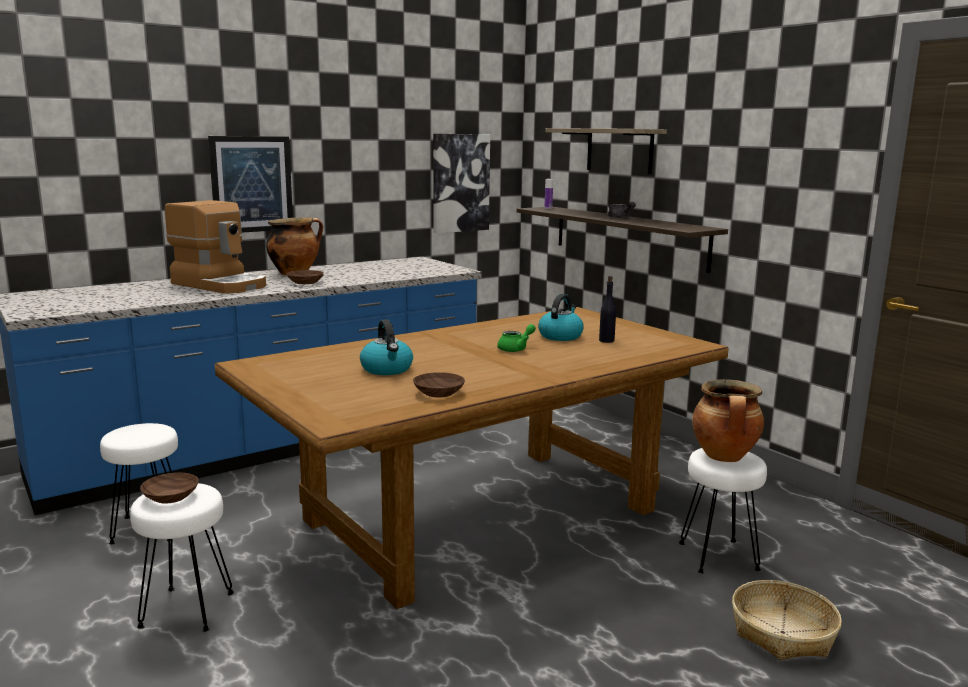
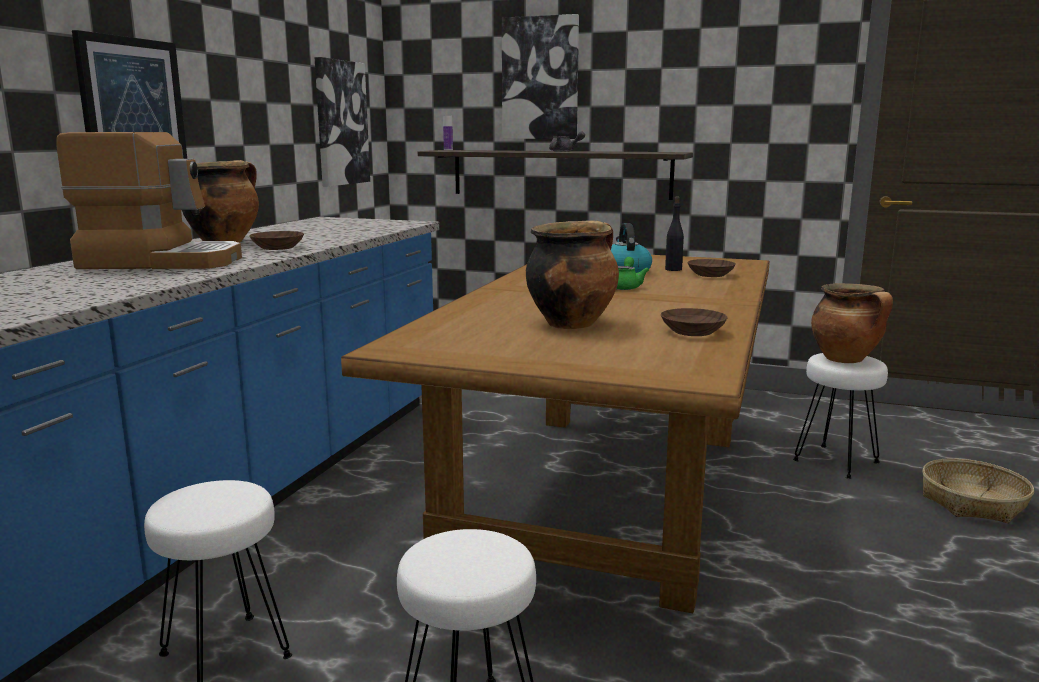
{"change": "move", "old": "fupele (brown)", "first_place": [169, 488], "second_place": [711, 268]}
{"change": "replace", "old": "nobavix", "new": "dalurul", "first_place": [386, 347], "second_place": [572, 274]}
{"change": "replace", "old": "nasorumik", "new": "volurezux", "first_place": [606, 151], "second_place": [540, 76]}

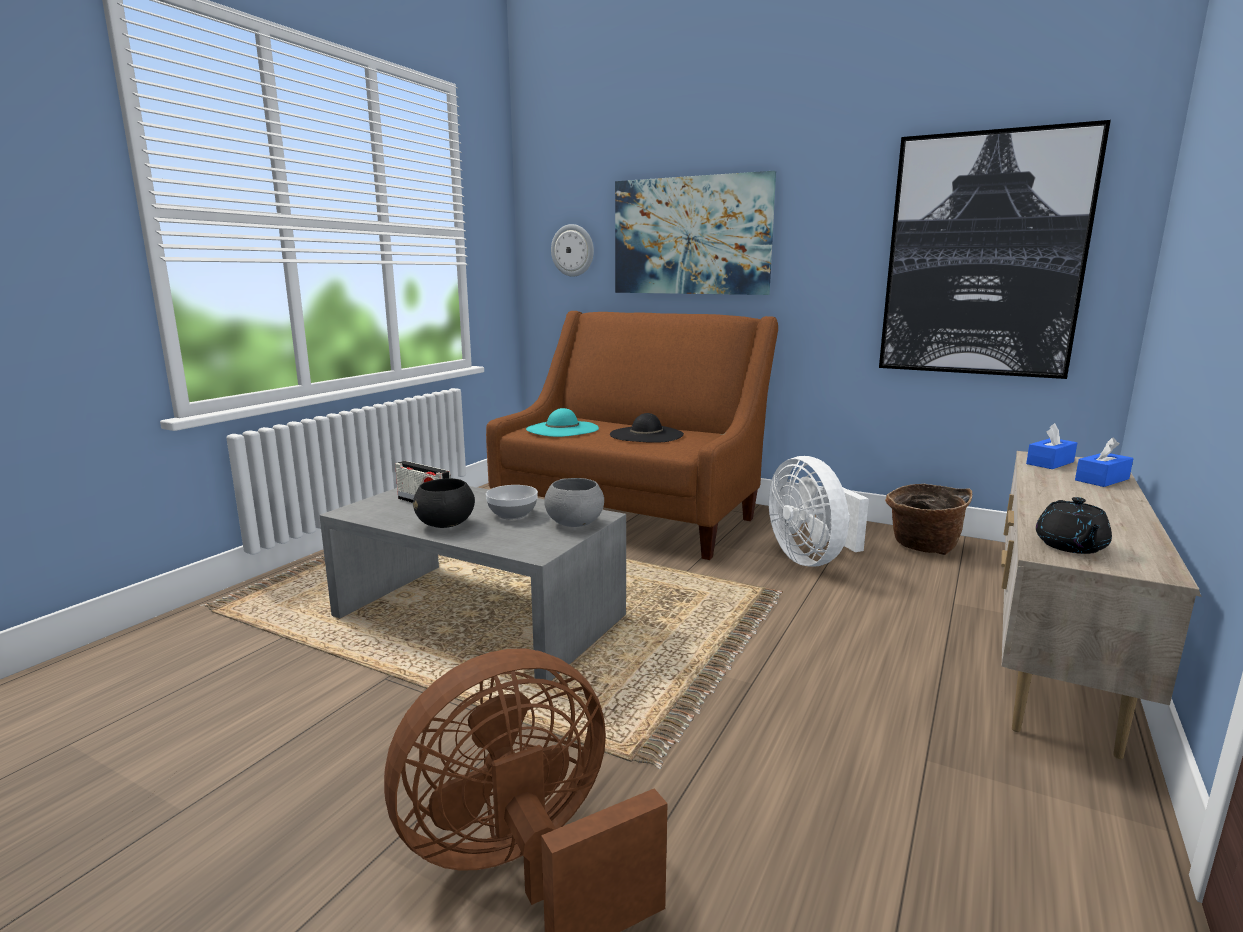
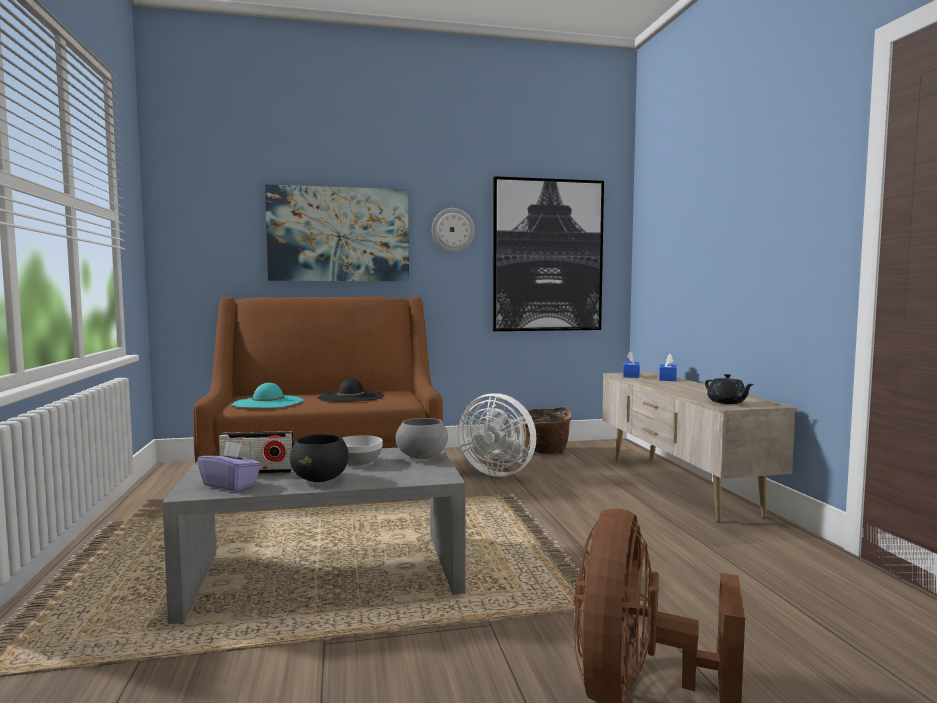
{"change": "insert", "new": "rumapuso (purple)", "second_place": [229, 466]}
{"change": "move", "old": "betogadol", "first_place": [572, 250], "second_place": [453, 230]}

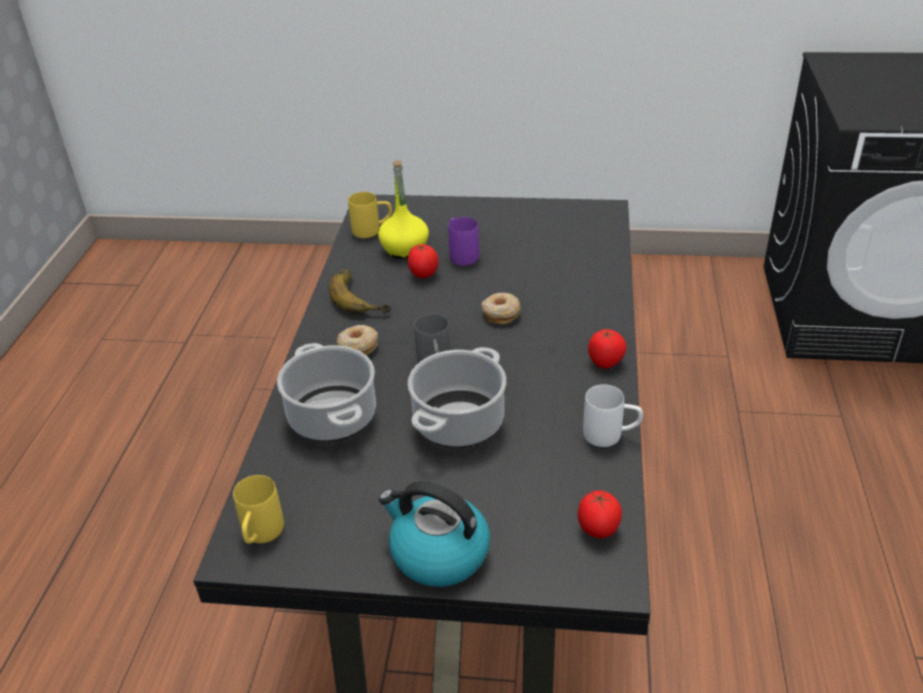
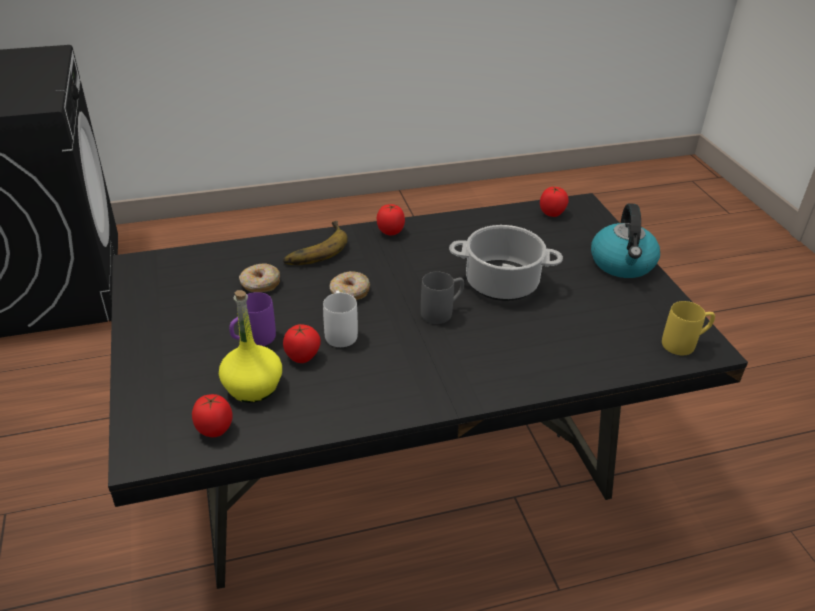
{"change": "delete", "old": "dalurul", "first_place": [326, 392]}
{"change": "move", "old": "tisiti", "first_place": [360, 292], "second_place": [315, 243]}
{"change": "move", "old": "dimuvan", "first_place": [357, 340], "second_place": [259, 277]}
{"change": "move", "old": "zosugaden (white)", "first_place": [613, 415], "second_place": [340, 319]}
{"change": "replace", "old": "zosugaden (yellow)", "new": "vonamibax", "first_place": [370, 215], "second_place": [212, 415]}

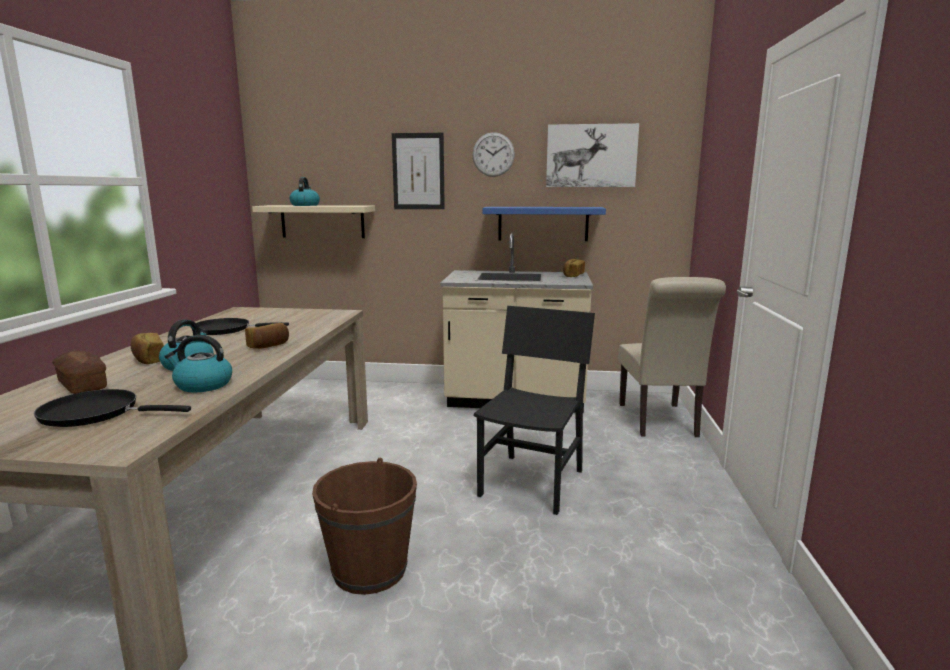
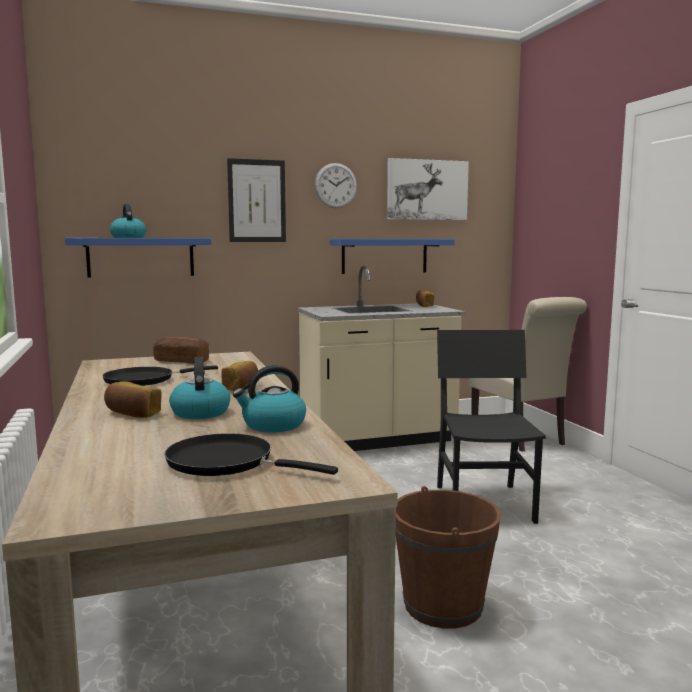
{"change": "move", "old": "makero", "first_place": [79, 372], "second_place": [181, 350]}
{"change": "recolor", "old": "nasorumik (beige)", "new": "nasorumik (blue)", "first_place": [313, 221], "second_place": [138, 257]}
{"change": "rotate", "old": "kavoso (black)", "first_place": [112, 408], "second_place": [251, 454], "degrees": 45}

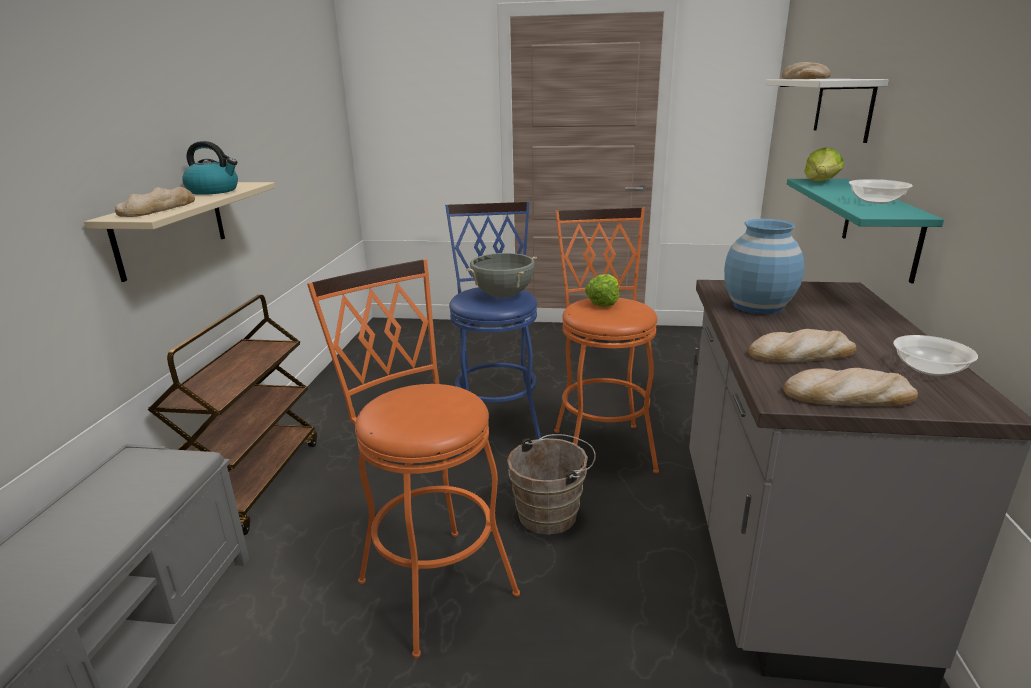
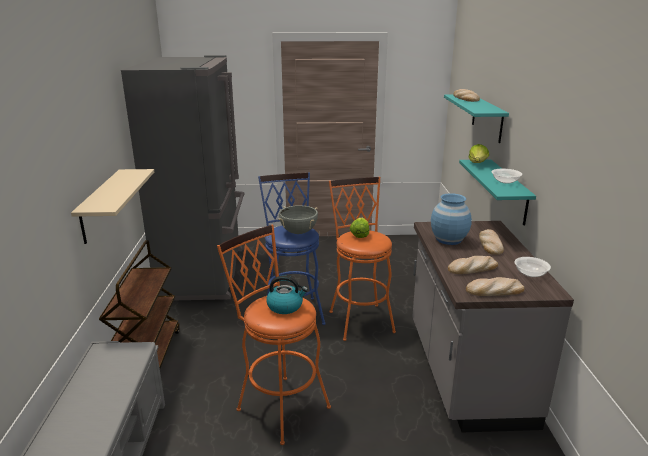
{"change": "delete", "old": "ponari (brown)", "first_place": [551, 484]}
{"change": "insert", "new": "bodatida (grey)", "second_place": [183, 177]}
{"change": "move", "old": "makero", "first_place": [155, 202], "second_place": [491, 242]}
{"change": "move", "old": "nobavix", "first_place": [210, 168], "second_place": [287, 295]}
{"change": "recolor", "old": "nasorumik (white)", "new": "nasorumik (turquoise)", "first_place": [827, 111], "second_place": [476, 119]}

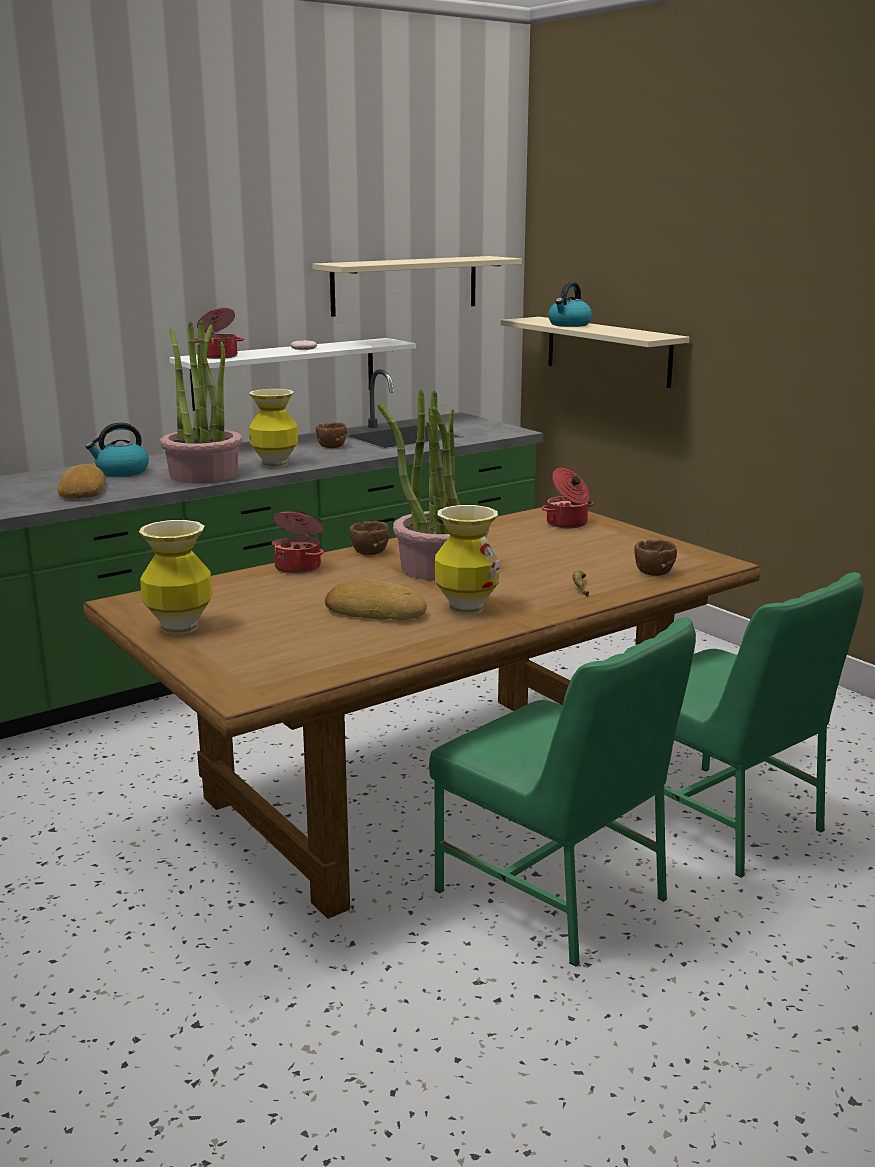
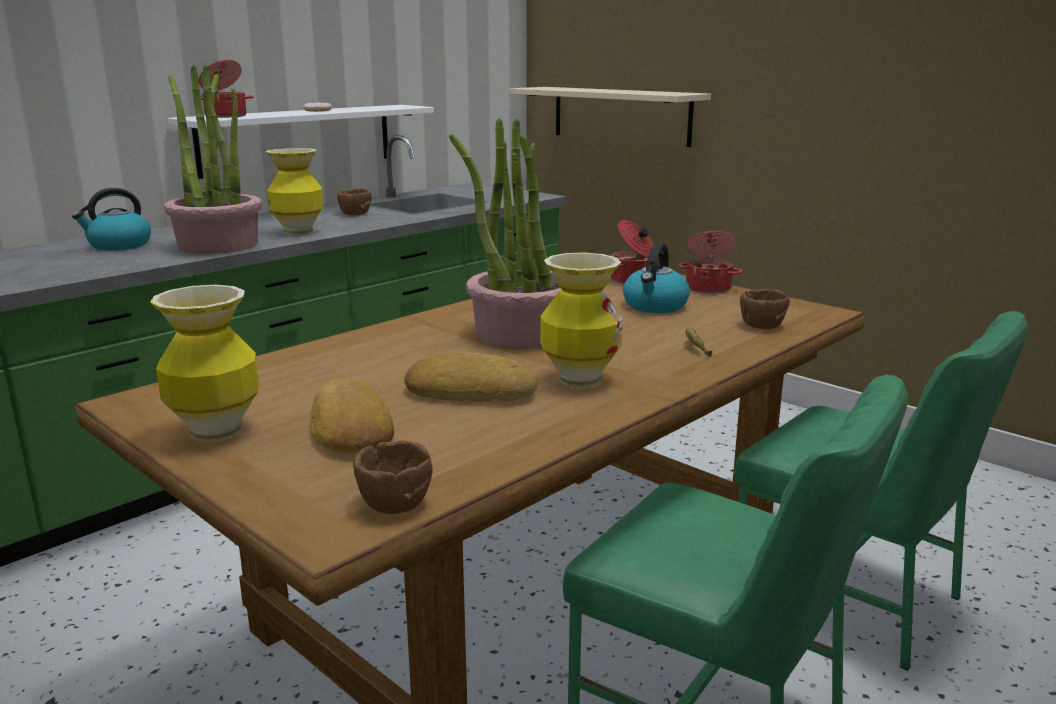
{"change": "delete", "old": "nasorumik (beige)", "first_place": [417, 286]}
{"change": "move", "old": "makero", "first_place": [81, 481], "second_place": [352, 415]}
{"change": "move", "old": "dalurul", "first_place": [298, 542], "second_place": [710, 262]}
{"change": "move", "old": "fupele (brown)", "first_place": [369, 538], "second_place": [393, 477]}
{"change": "move", "old": "nobavix", "first_place": [570, 304], "second_place": [656, 278]}

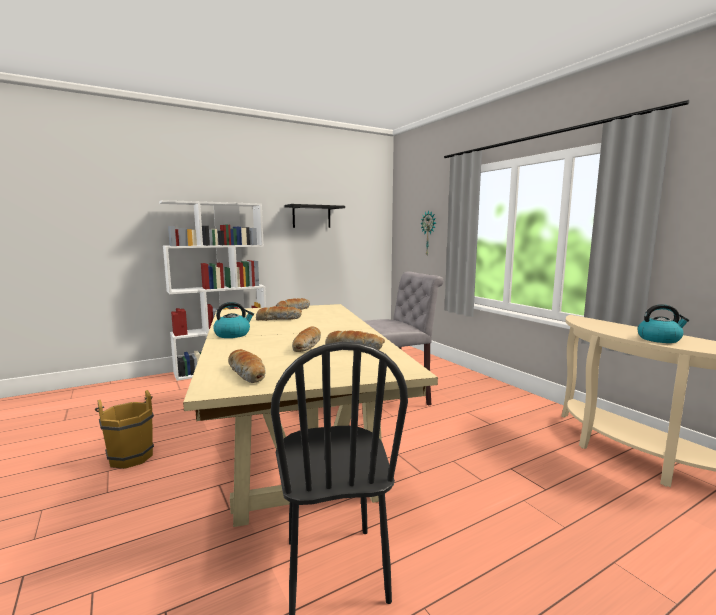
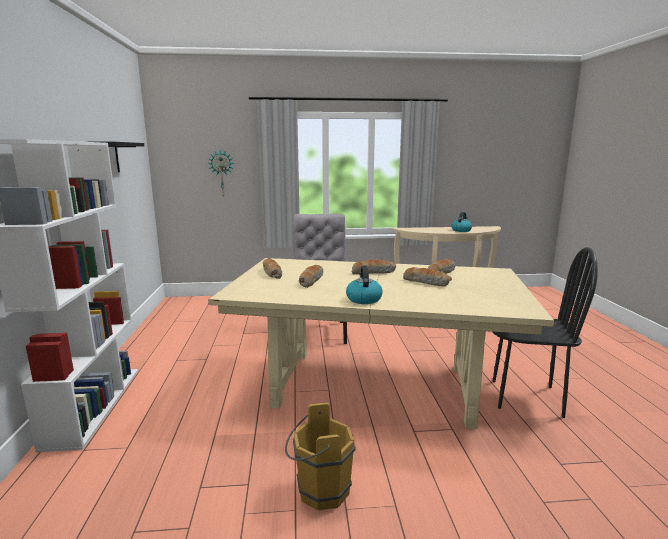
{"change": "move", "old": "makero", "first_place": [247, 366], "second_place": [374, 266]}

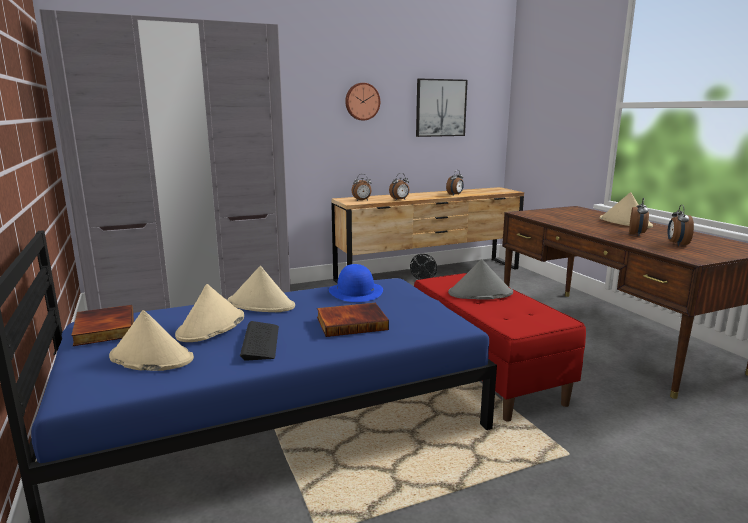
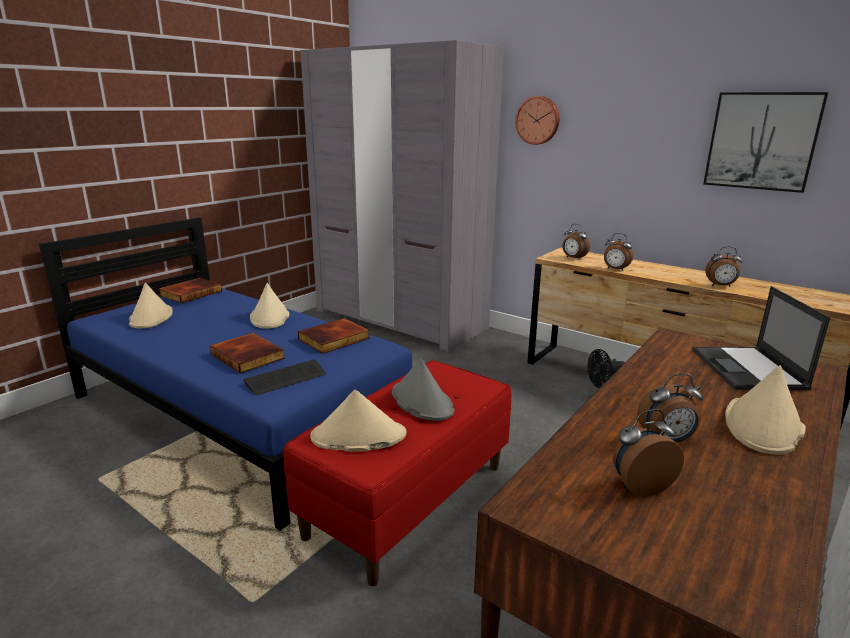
{"change": "insert", "new": "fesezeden", "second_place": [761, 338]}
{"change": "move", "old": "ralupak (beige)", "first_place": [209, 313], "second_place": [358, 420]}
{"change": "move", "old": "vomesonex", "first_place": [259, 341], "second_place": [284, 377]}
{"change": "move", "old": "betogadol", "first_place": [362, 102], "second_place": [537, 120]}
{"change": "replace", "old": "ralupak (blue)", "new": "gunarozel", "first_place": [355, 283], "second_place": [334, 336]}

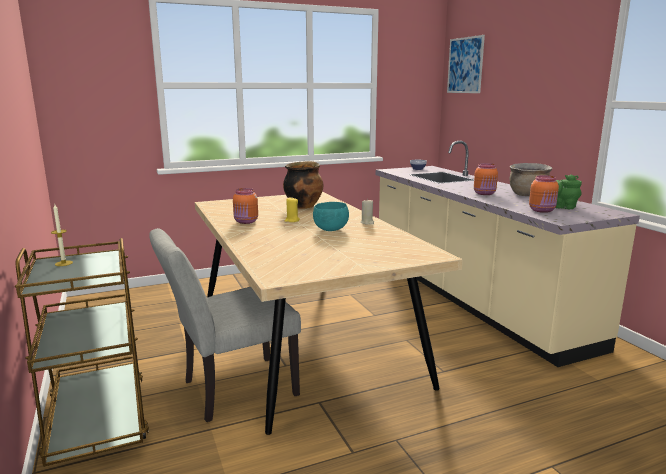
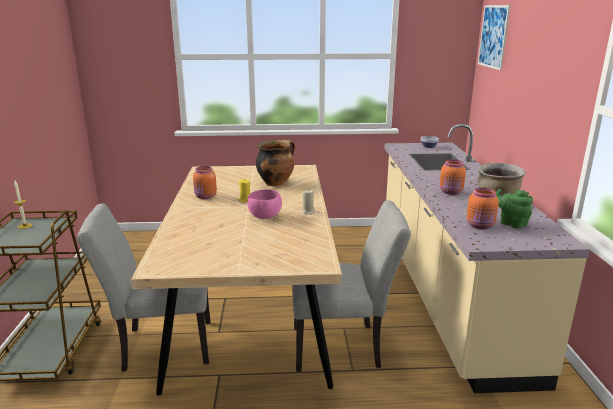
{"change": "insert", "new": "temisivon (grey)", "second_place": [351, 286]}
{"change": "recolor", "old": "fupele (turquoise)", "new": "fupele (pink)", "first_place": [331, 216], "second_place": [264, 204]}

